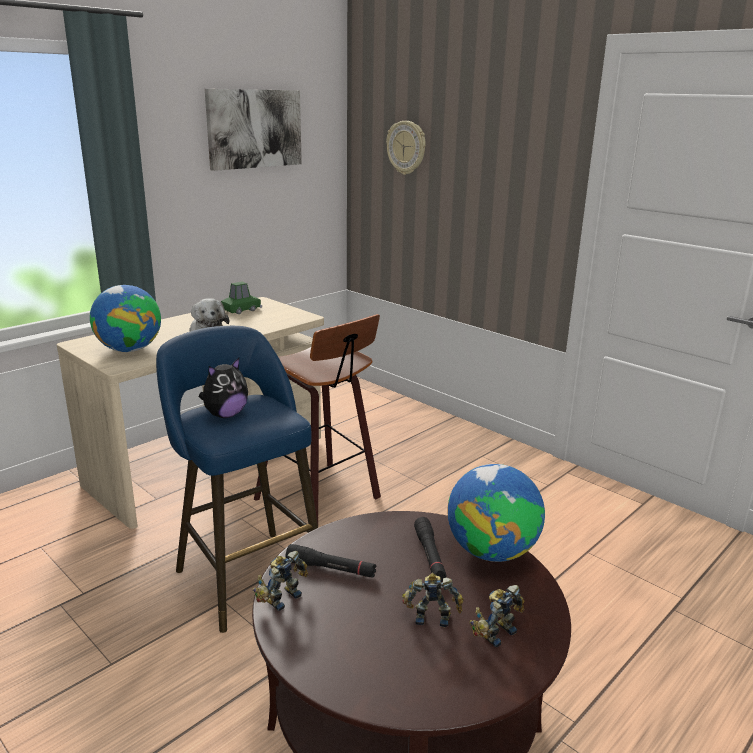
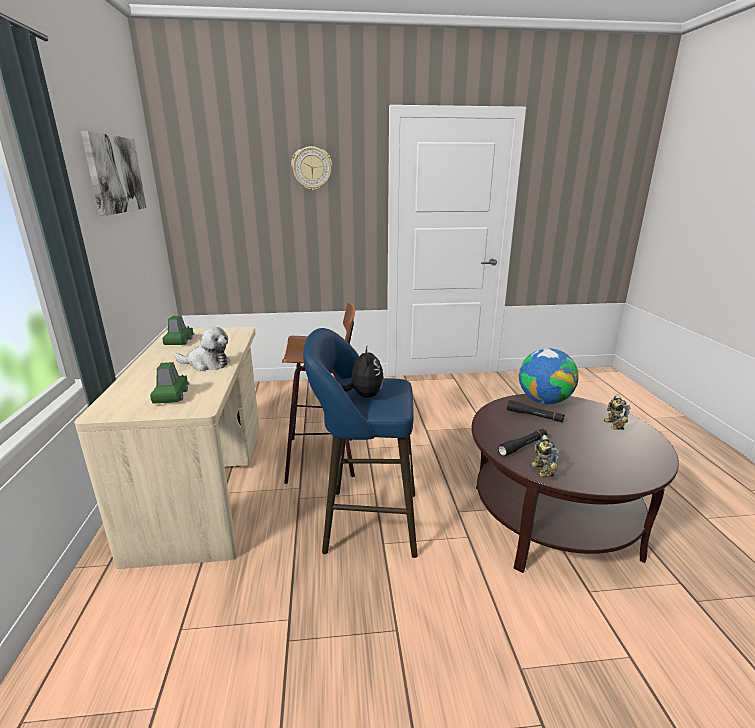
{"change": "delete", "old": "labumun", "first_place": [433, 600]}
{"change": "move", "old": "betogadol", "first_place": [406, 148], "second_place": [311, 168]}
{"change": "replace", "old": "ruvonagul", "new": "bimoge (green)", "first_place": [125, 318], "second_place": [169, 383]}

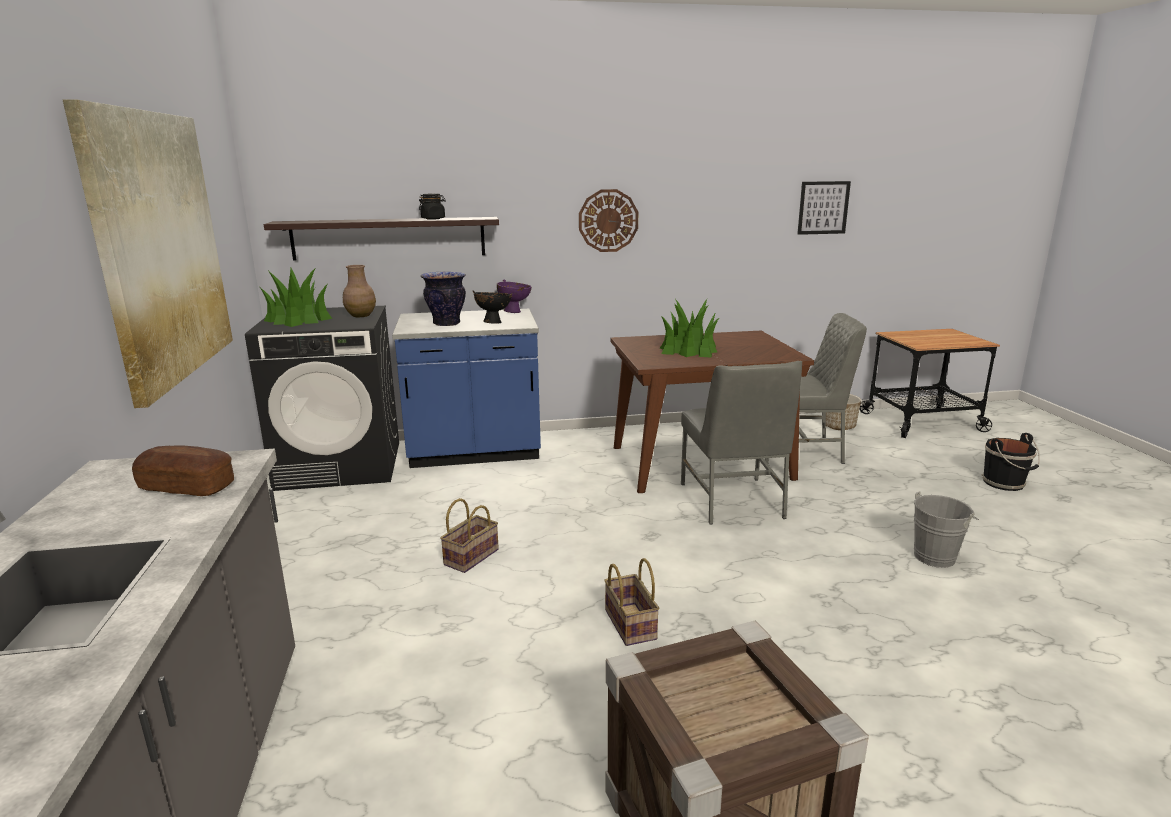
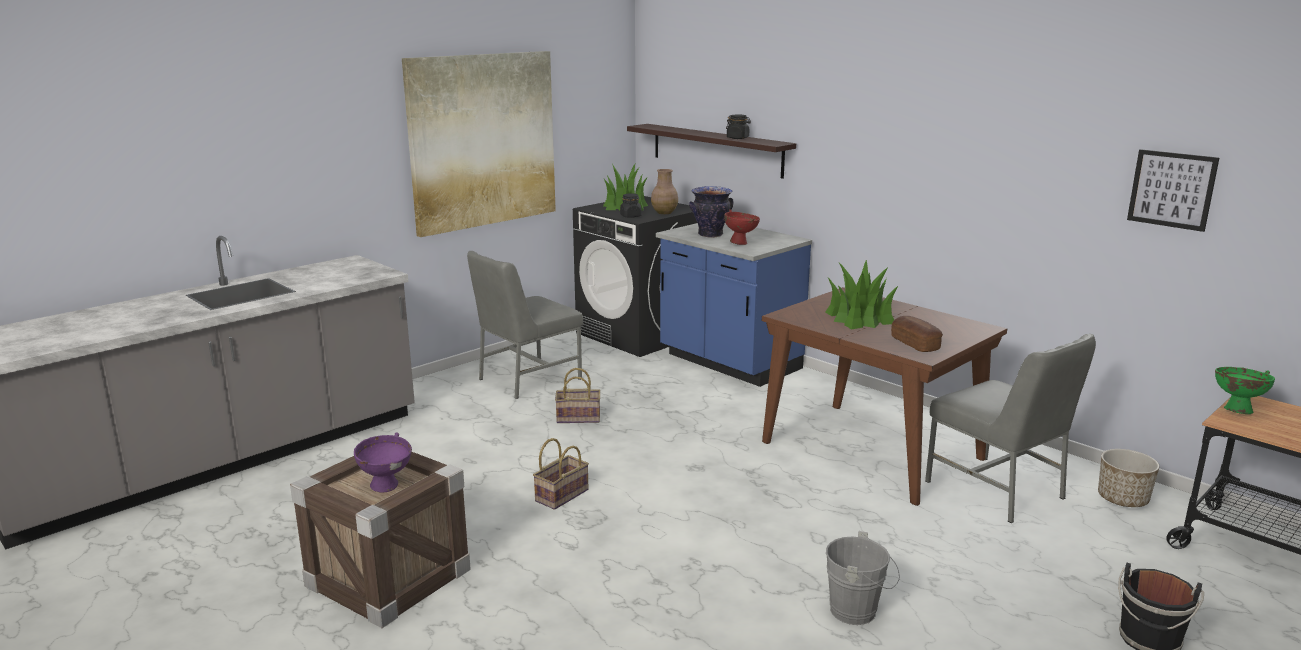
{"change": "delete", "old": "betogadol", "first_place": [608, 220]}
{"change": "insert", "new": "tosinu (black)", "second_place": [631, 206]}
{"change": "insert", "new": "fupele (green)", "second_place": [1245, 390]}
{"change": "move", "old": "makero", "first_place": [183, 471], "second_place": [917, 334]}
{"change": "move", "old": "fupele (purple)", "first_place": [514, 296], "second_place": [383, 462]}
{"change": "move", "old": "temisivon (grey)", "first_place": [741, 442], "second_place": [525, 325]}
{"change": "recolor", "old": "fupele (black)", "new": "fupele (red)", "first_place": [492, 307], "second_place": [742, 227]}

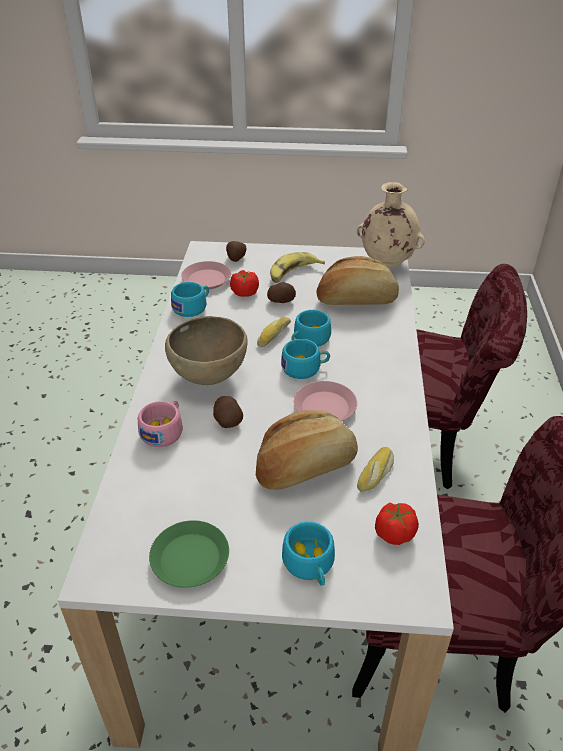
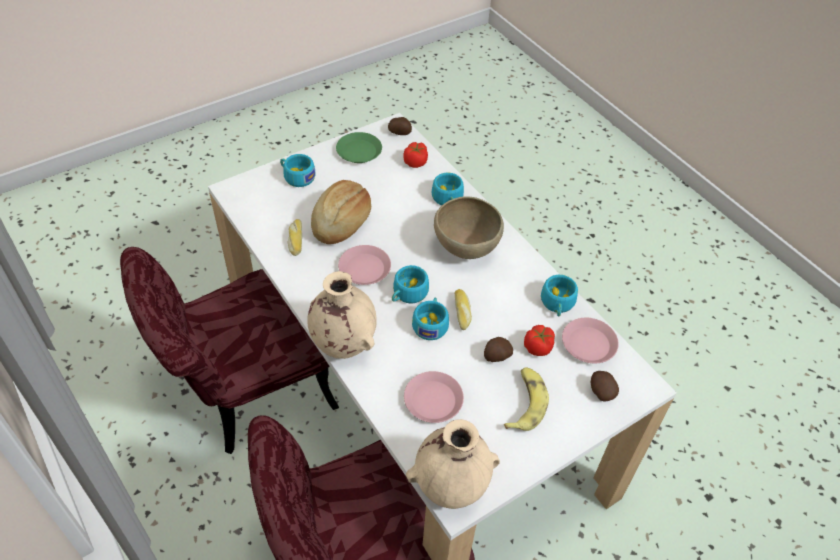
{"change": "insert", "new": "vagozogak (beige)", "second_place": [342, 315]}
{"change": "move", "old": "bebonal", "first_place": [228, 412], "second_place": [400, 126]}
{"change": "move", "old": "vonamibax", "first_place": [397, 524], "second_place": [415, 155]}
{"change": "replace", "old": "makero", "new": "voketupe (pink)", "first_place": [358, 280], "second_place": [434, 397]}
{"change": "recolor", "old": "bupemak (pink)", "new": "bupemak (turquoise)", "first_place": [160, 424], "second_place": [448, 189]}

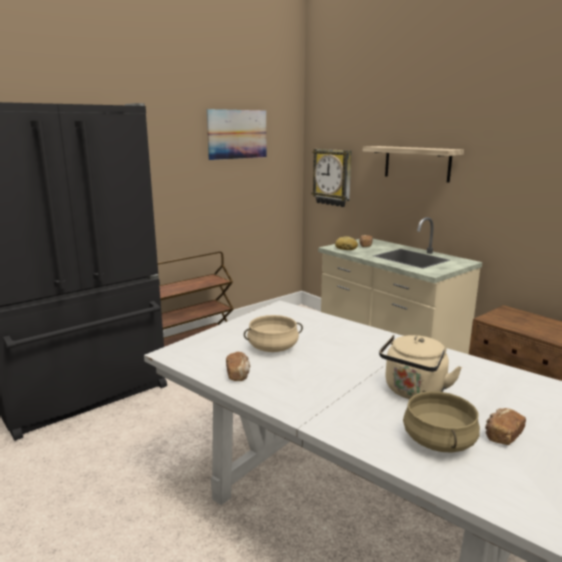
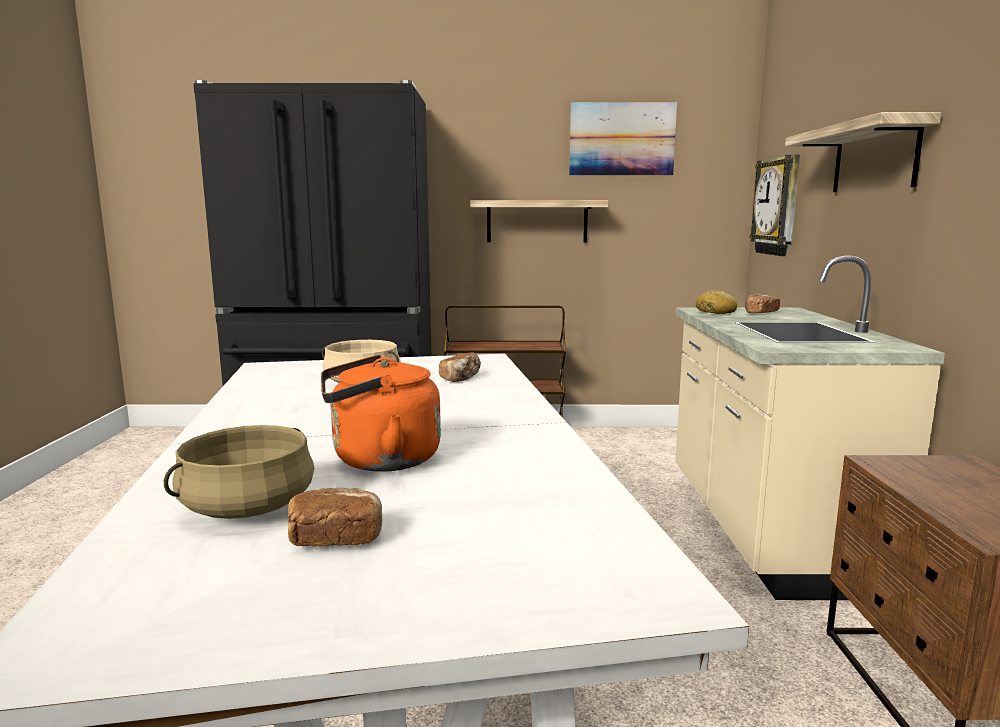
{"change": "insert", "new": "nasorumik", "second_place": [539, 221]}
{"change": "move", "old": "makero", "first_place": [238, 366], "second_place": [460, 367]}
{"change": "recolor", "old": "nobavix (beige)", "new": "nobavix (orange)", "first_place": [420, 367], "second_place": [381, 413]}

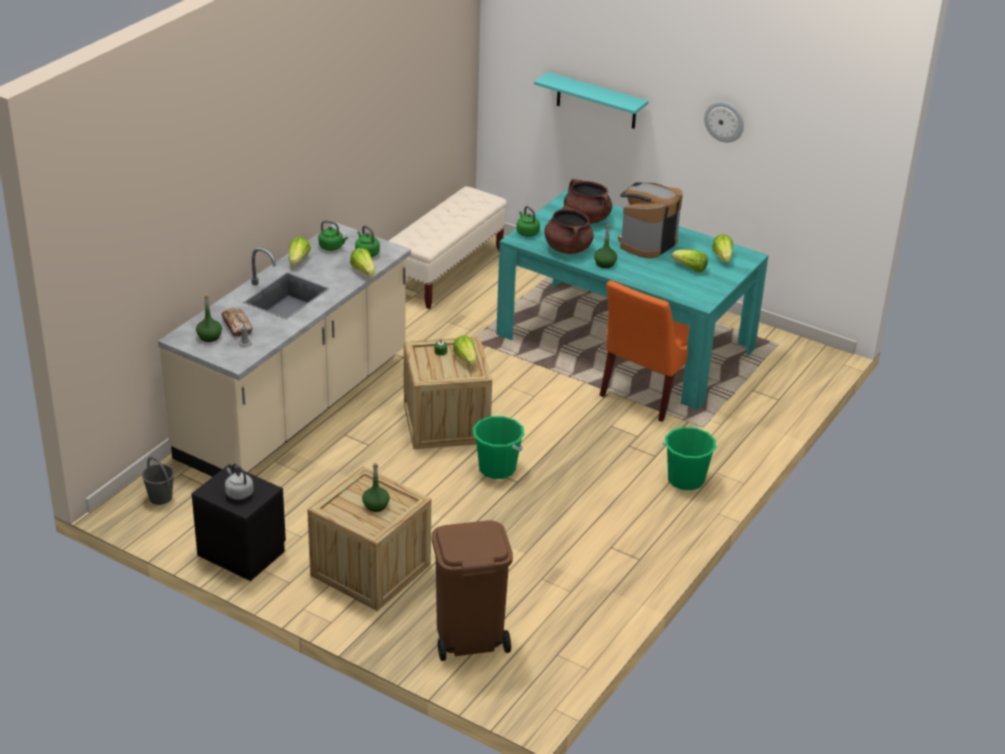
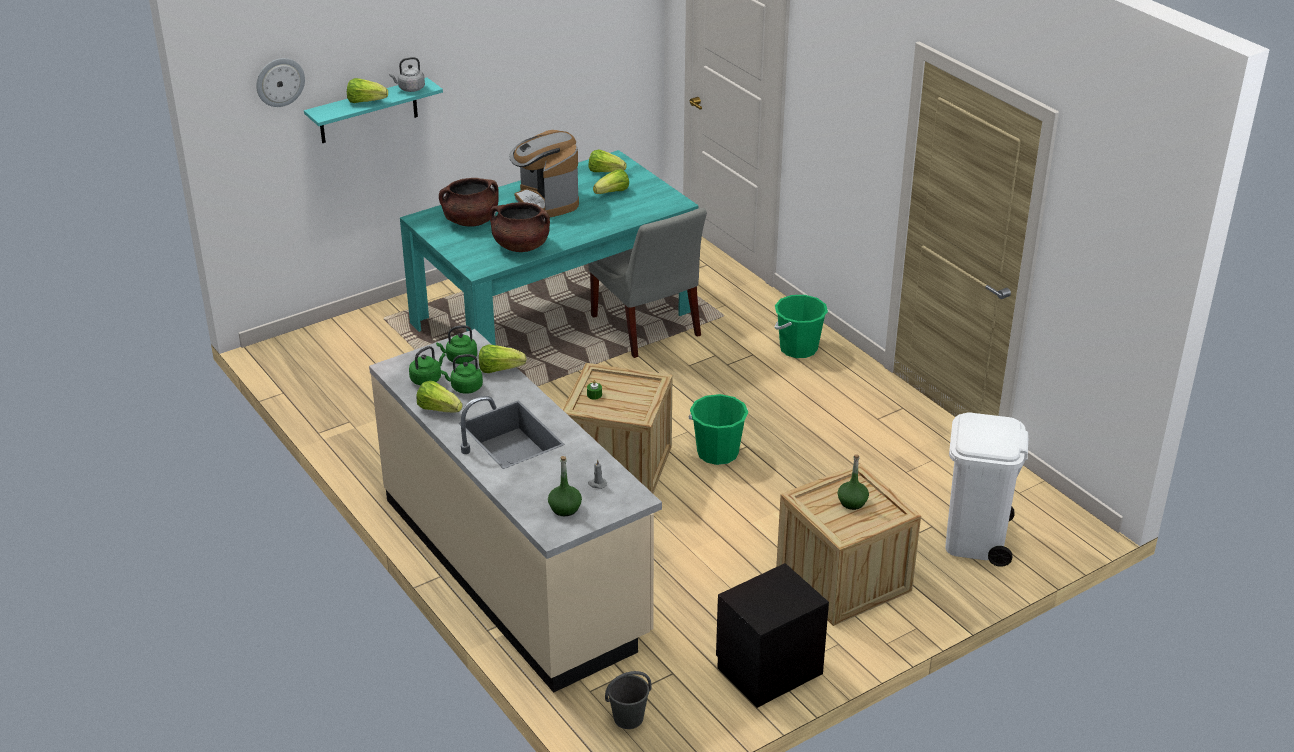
{"change": "delete", "old": "makero", "first_place": [237, 322]}
{"change": "delete", "old": "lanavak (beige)", "first_place": [448, 247]}
{"change": "delete", "old": "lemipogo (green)", "first_place": [605, 246]}
{"change": "move", "old": "nobavix (grey)", "first_place": [239, 481], "second_place": [407, 74]}
{"change": "move", "old": "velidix", "first_place": [464, 350], "second_place": [367, 90]}
{"change": "move", "old": "nobavix (green)", "first_place": [528, 221], "second_place": [462, 374]}
{"change": "move", "old": "betogadol", "first_place": [724, 122], "second_place": [280, 82]}
{"change": "recolor", "old": "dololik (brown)", "new": "dololik (white)", "first_place": [472, 590], "second_place": [986, 490]}
{"change": "recolor", "old": "temisivon (orange)", "new": "temisivon (grey)", "first_place": [644, 351], "second_place": [647, 283]}

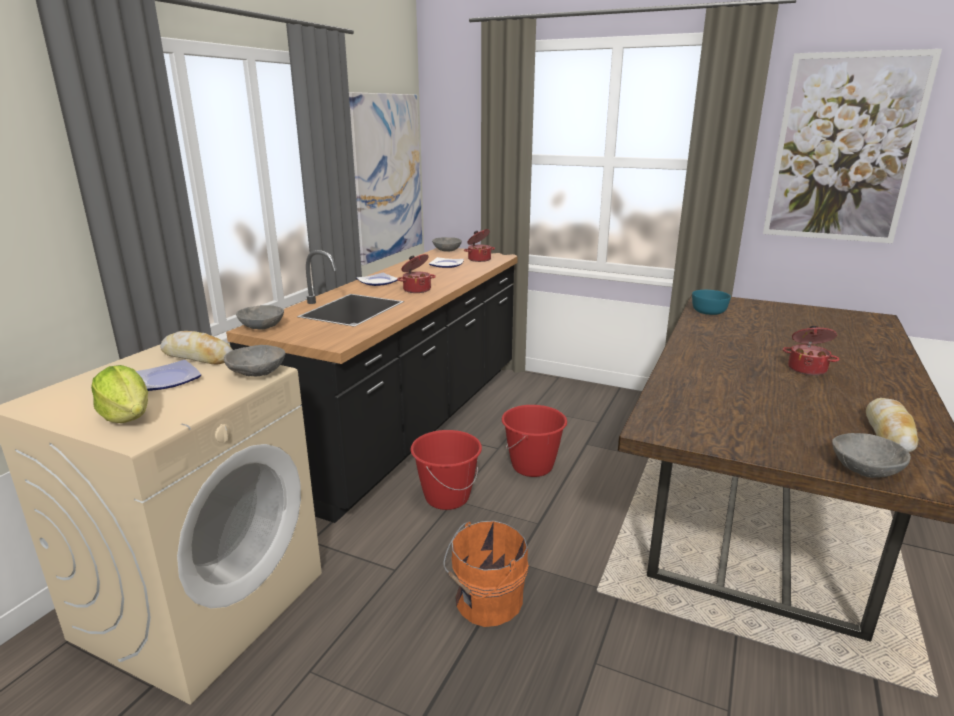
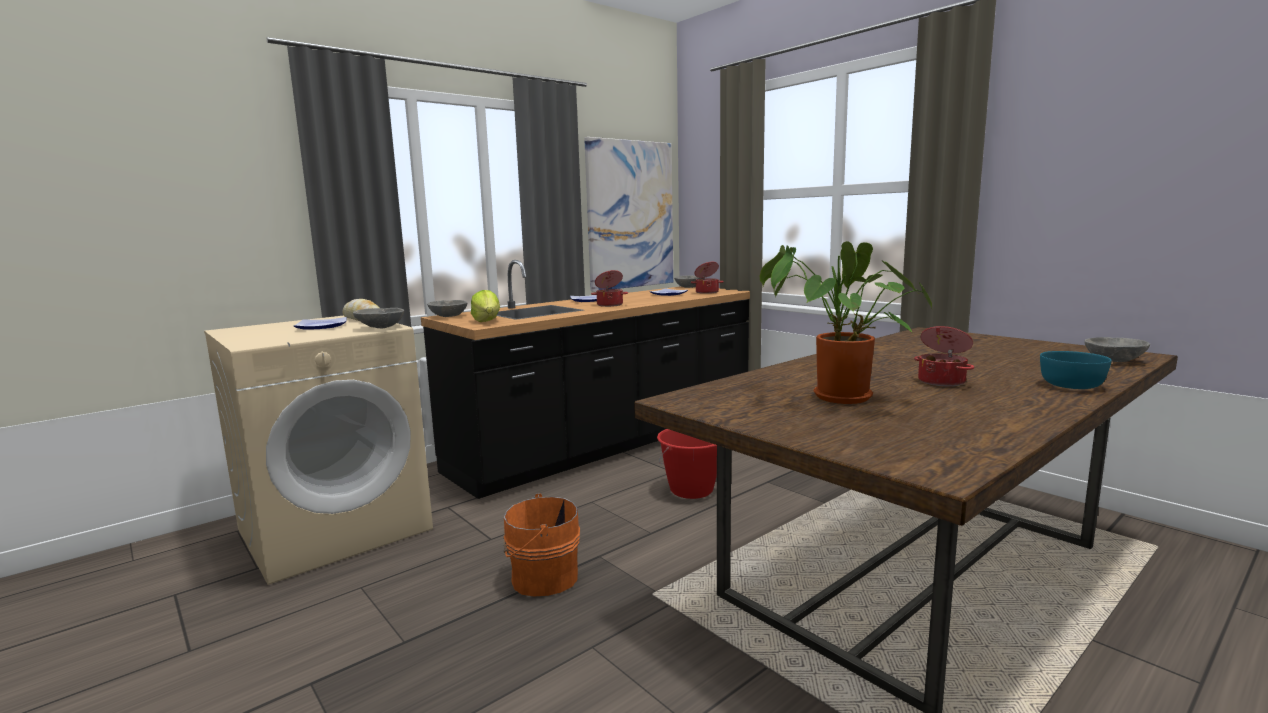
{"change": "delete", "old": "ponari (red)", "first_place": [446, 470]}
{"change": "delete", "old": "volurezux", "first_place": [852, 146]}
{"change": "delete", "old": "makero", "first_place": [892, 425]}
{"change": "insert", "new": "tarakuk", "second_place": [846, 322]}
{"change": "move", "old": "velidix", "first_place": [119, 394], "second_place": [485, 306]}
{"change": "move", "old": "fupele (turquoise)", "first_place": [711, 302], "second_place": [1076, 370]}
{"change": "move", "old": "fupele (grey)", "first_place": [871, 455], "second_place": [1117, 349]}

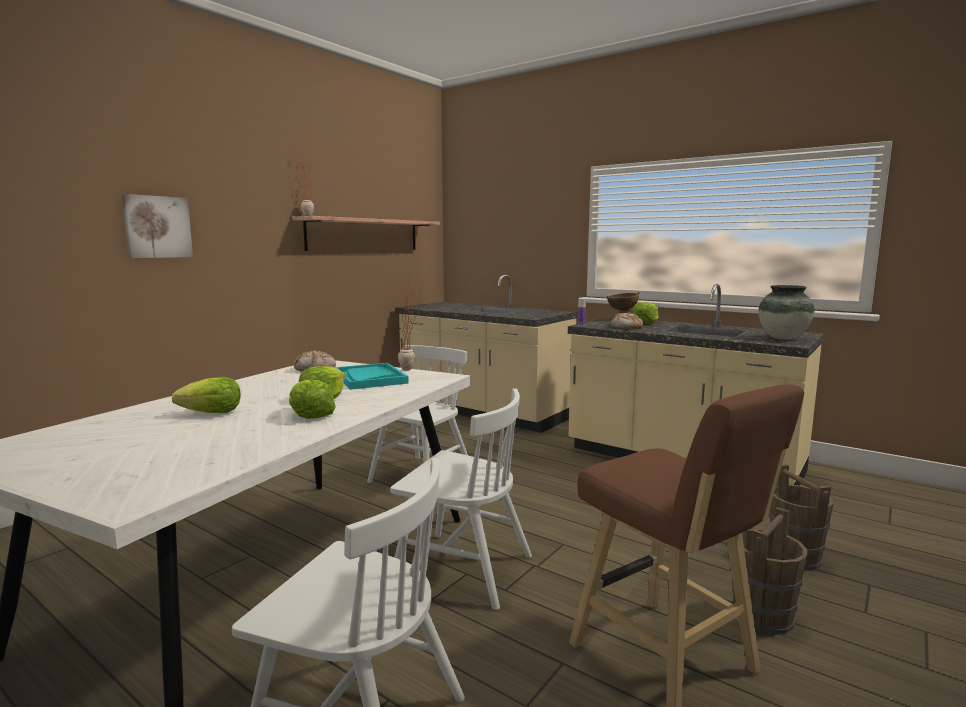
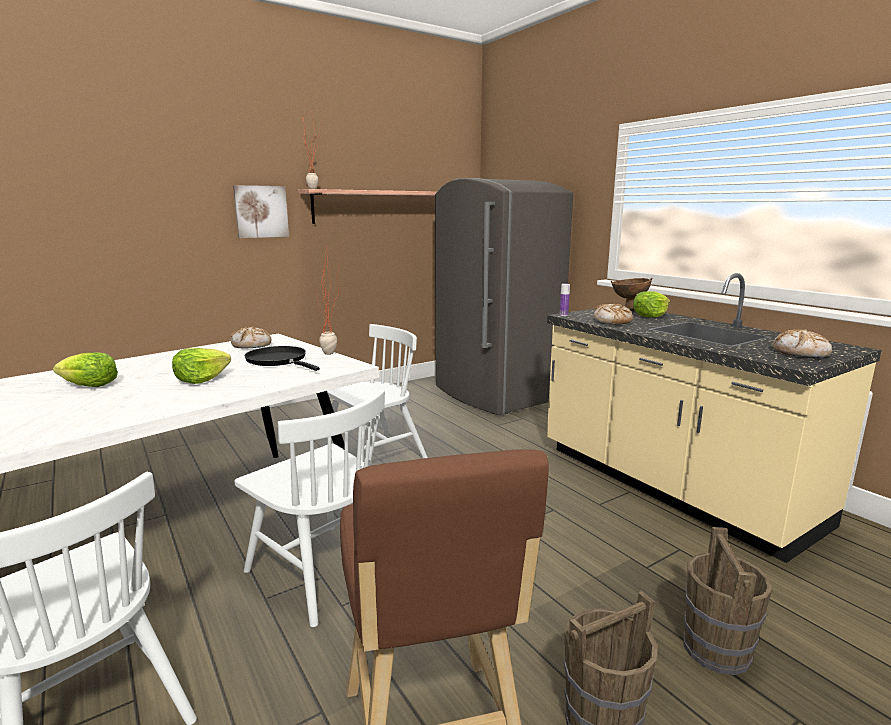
{"change": "delete", "old": "velidix", "first_place": [312, 399]}
{"change": "move", "old": "volurezux", "first_place": [157, 226], "second_place": [261, 211]}
{"change": "replace", "old": "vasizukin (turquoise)", "new": "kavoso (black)", "first_place": [371, 376], "second_place": [282, 358]}
{"change": "replace", "old": "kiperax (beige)", "new": "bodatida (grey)", "first_place": [486, 354], "second_place": [504, 296]}
{"change": "replace", "old": "vagozogak", "new": "makero", "first_place": [787, 312], "second_place": [802, 343]}

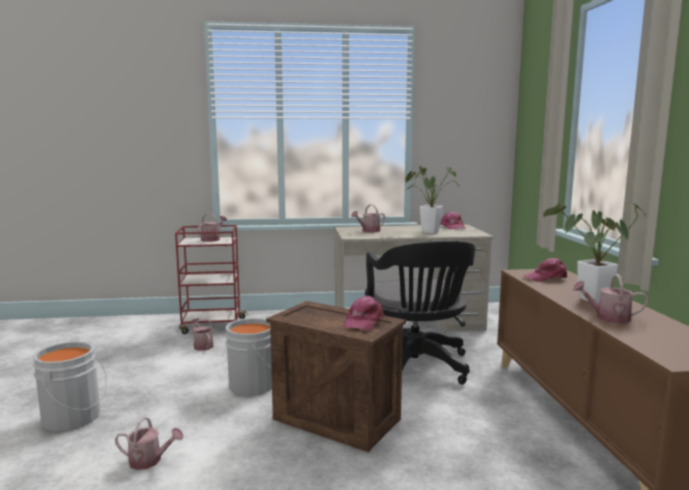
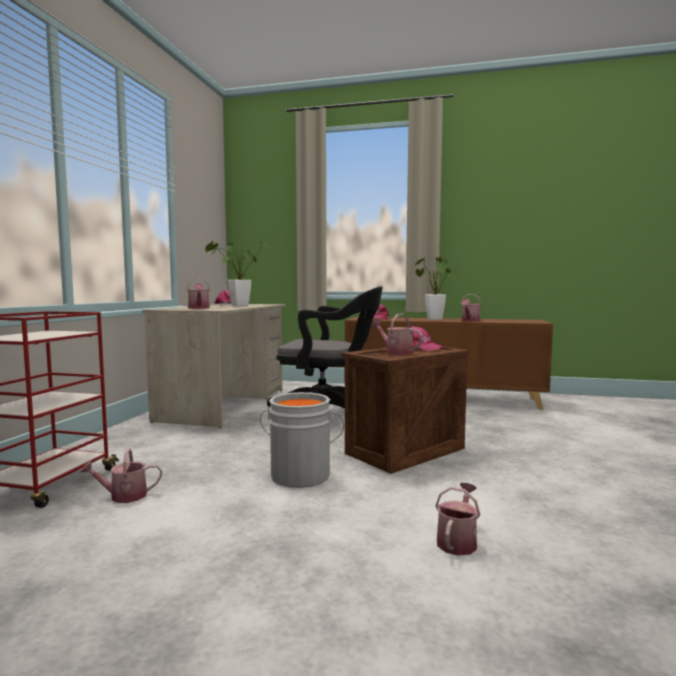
{"change": "delete", "old": "ponari (grey)", "first_place": [69, 386]}
{"change": "move", "old": "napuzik", "first_place": [212, 227], "second_place": [397, 334]}

